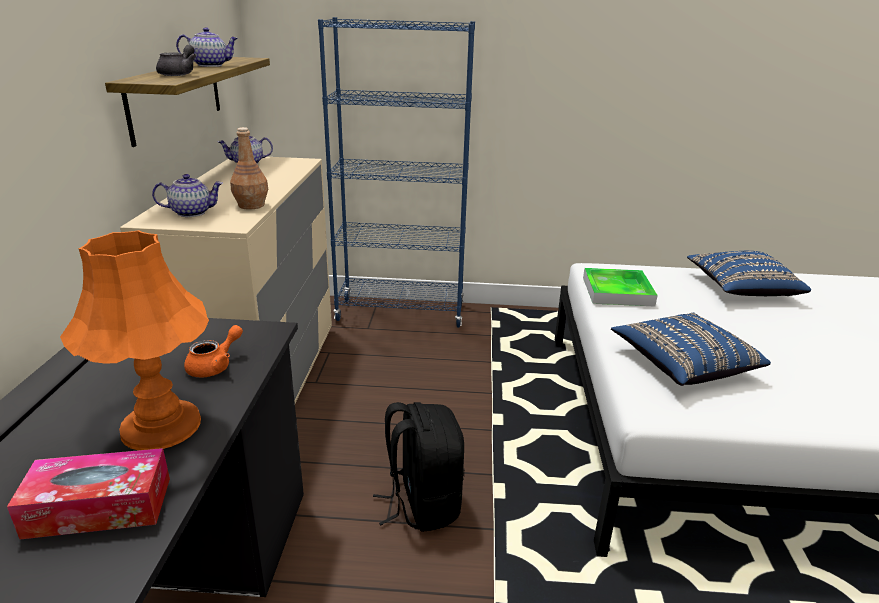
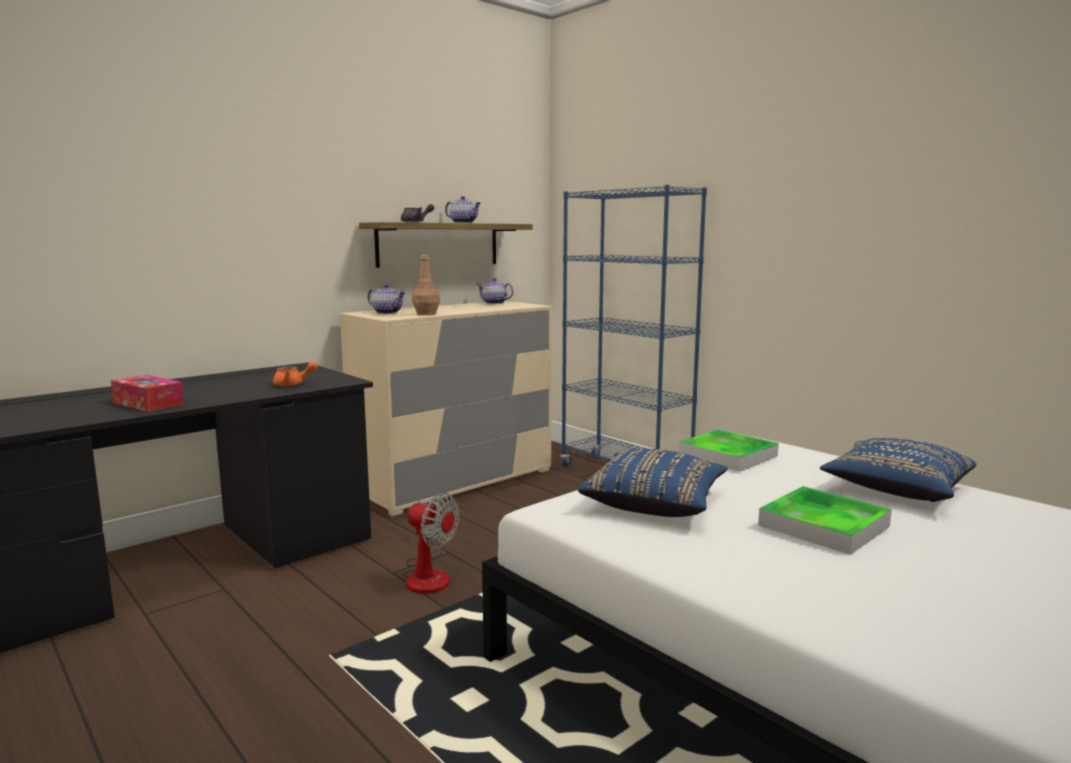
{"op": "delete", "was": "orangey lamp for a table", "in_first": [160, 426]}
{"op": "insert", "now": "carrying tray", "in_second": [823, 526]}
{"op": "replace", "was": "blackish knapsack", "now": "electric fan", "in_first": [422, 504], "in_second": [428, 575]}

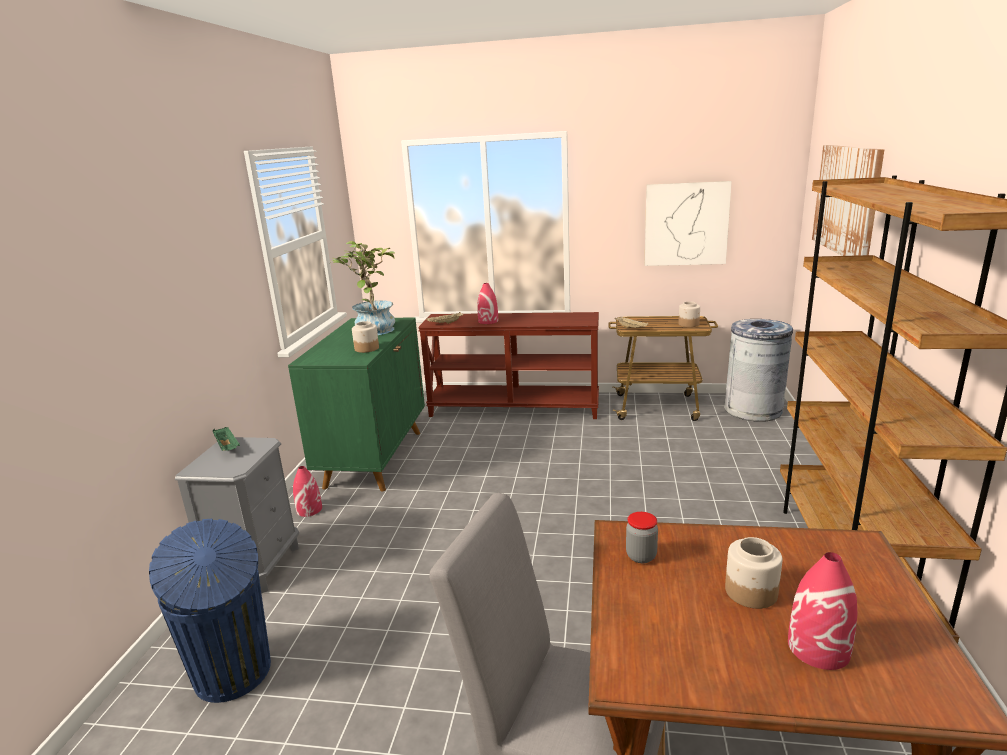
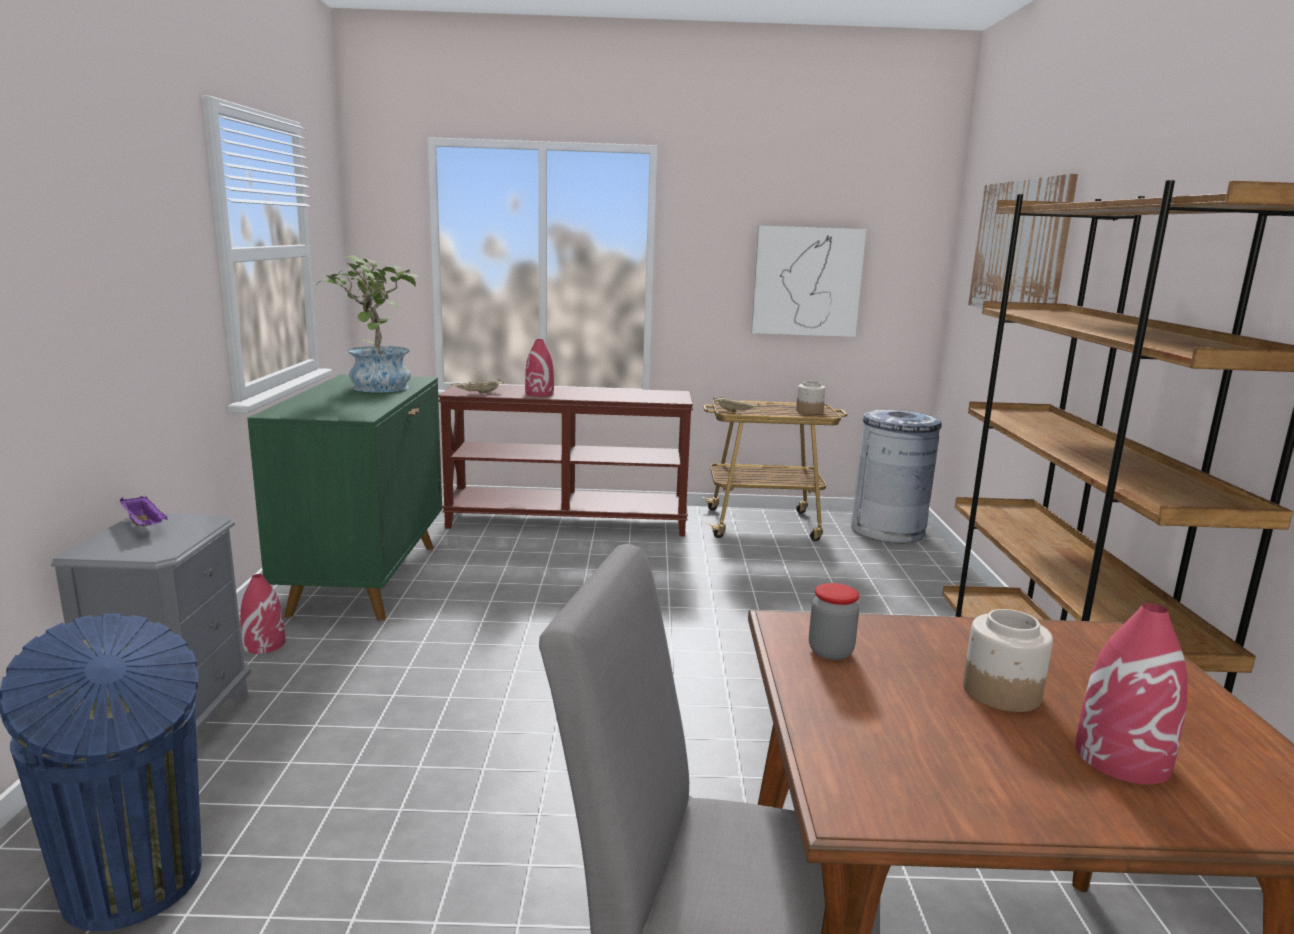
{"op": "delete", "was": "preserve jar", "in_first": [367, 348]}
{"op": "recolor", "was": "green-coloured carrying tray", "now": "purple carrying tray", "in_first": [228, 448], "in_second": [145, 526]}

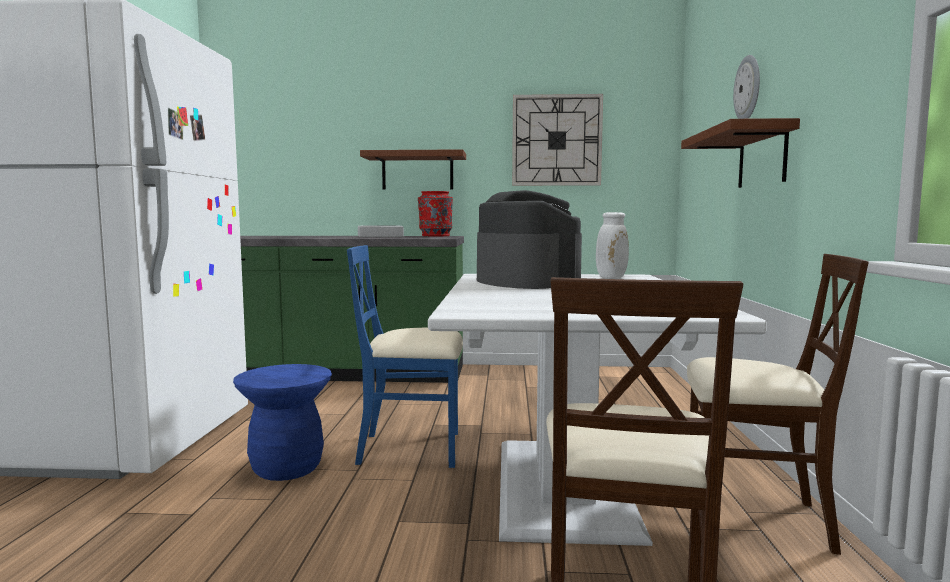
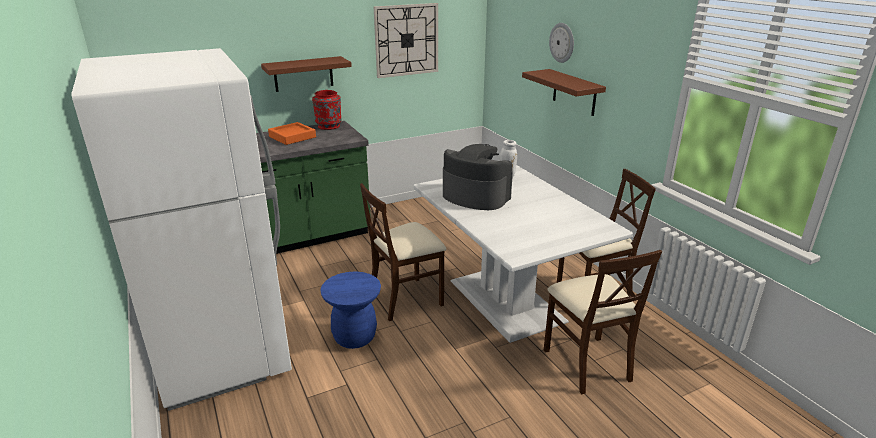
{"op": "recolor", "was": "blue upright chair", "now": "sand-coloured upright chair", "in_first": [412, 448], "in_second": [406, 299]}
{"op": "recolor", "was": "greyish carrying tray", "now": "orangey carrying tray", "in_first": [380, 236], "in_second": [292, 137]}

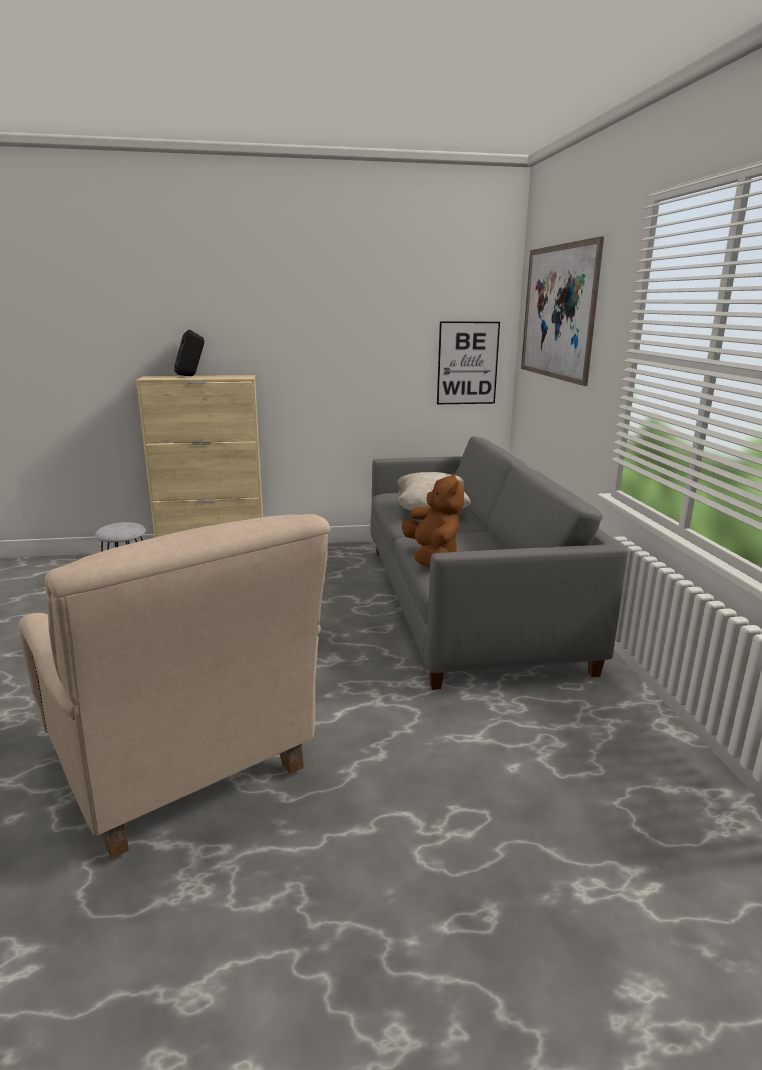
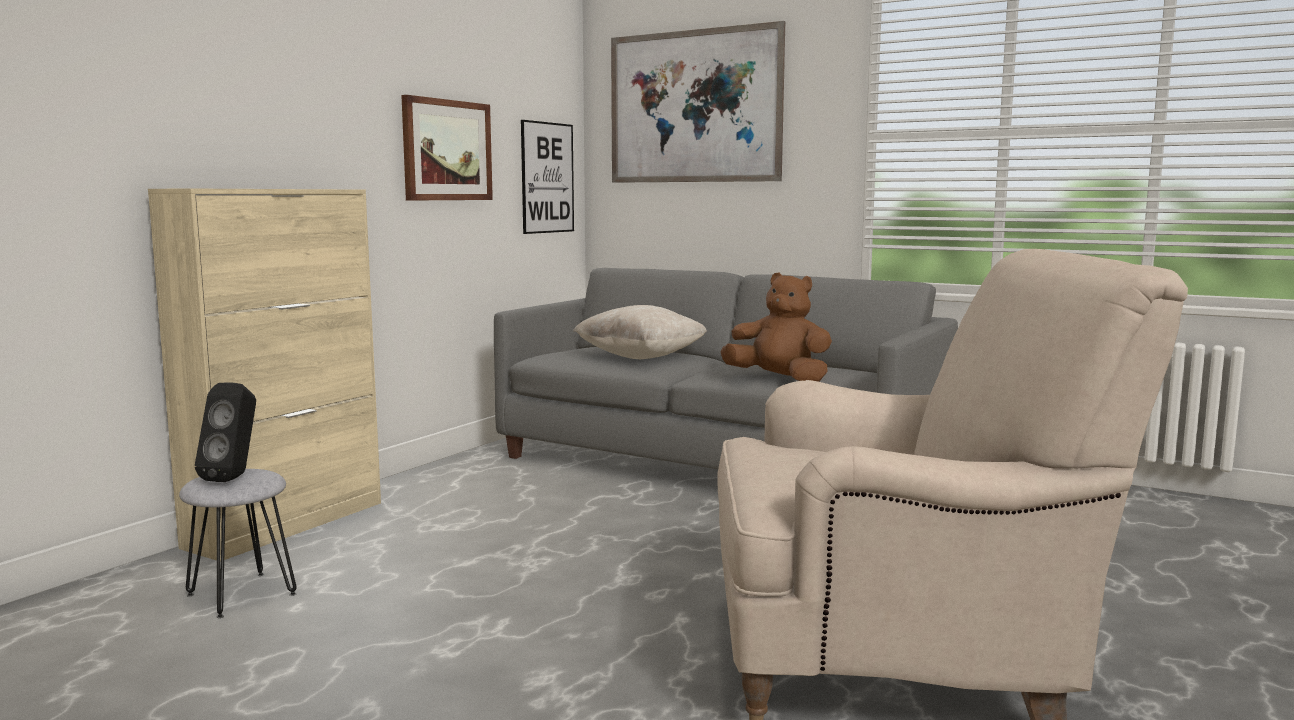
{"op": "insert", "now": "picture", "in_second": [447, 150]}
{"op": "move", "was": "blackish audio speaker", "in_first": [191, 376], "in_second": [234, 478]}

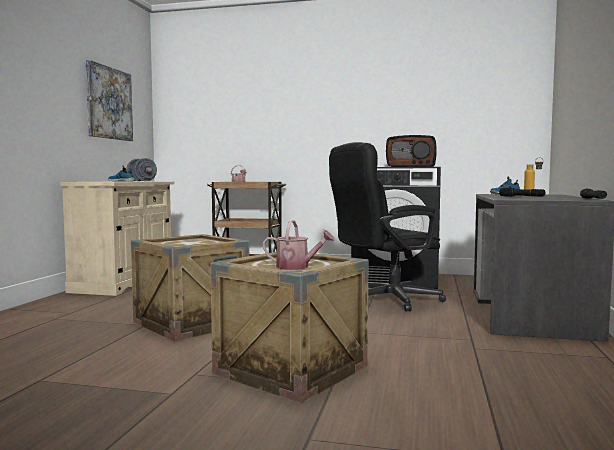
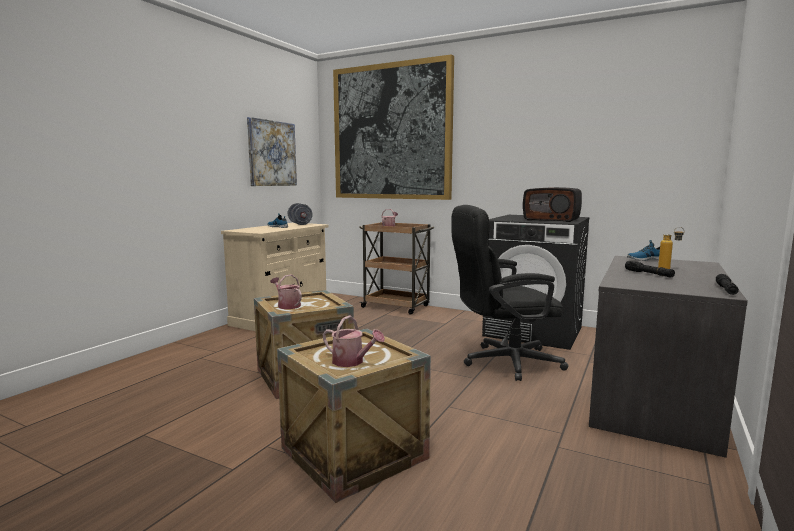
{"op": "insert", "now": "watering pot", "in_second": [287, 305]}
{"op": "insert", "now": "picture", "in_second": [391, 132]}

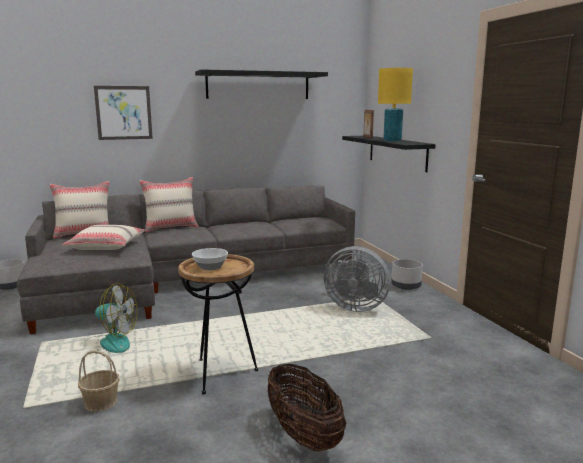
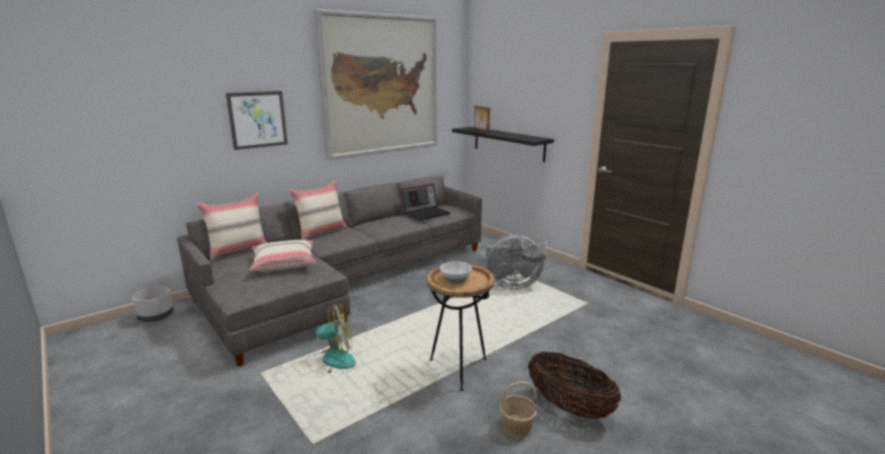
{"op": "delete", "was": "yellow lamp for a table", "in_first": [392, 141]}
{"op": "insert", "now": "notebook computer", "in_second": [426, 213]}
{"op": "move", "was": "storage basket", "in_first": [101, 402], "in_second": [516, 427]}
{"op": "replace", "was": "blackish bracket shelf", "now": "picture", "in_first": [258, 85], "in_second": [380, 85]}

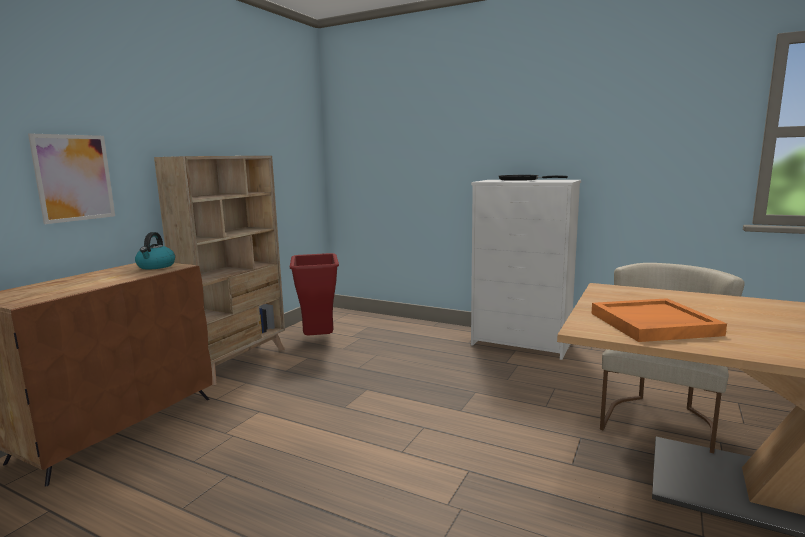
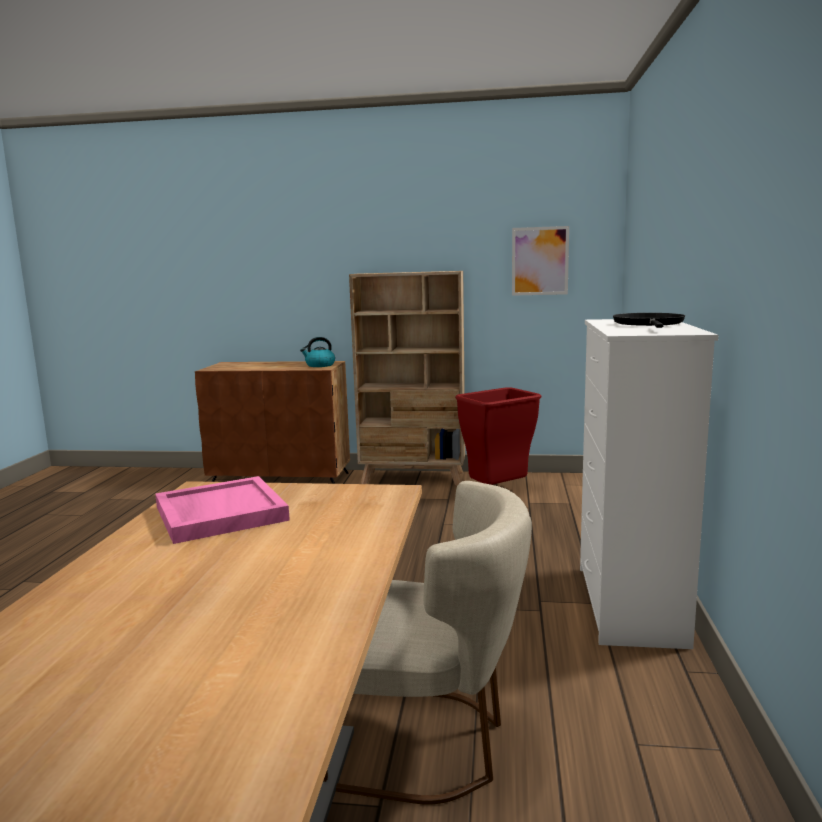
{"op": "move", "was": "picture", "in_first": [74, 178], "in_second": [540, 261]}
{"op": "recolor", "was": "orangey carrying tray", "now": "pink-coloured carrying tray", "in_first": [653, 324], "in_second": [219, 513]}

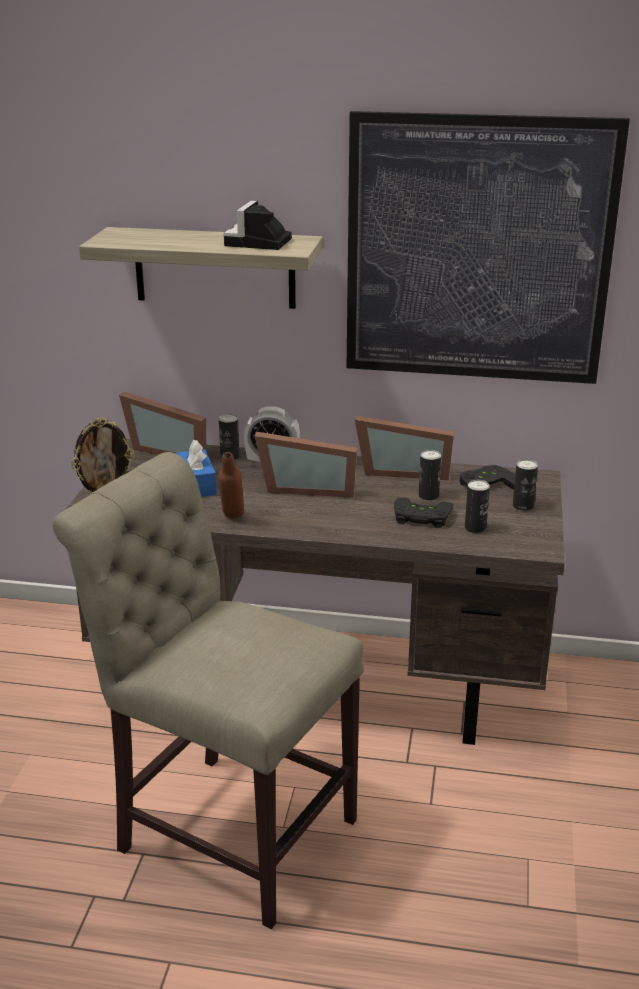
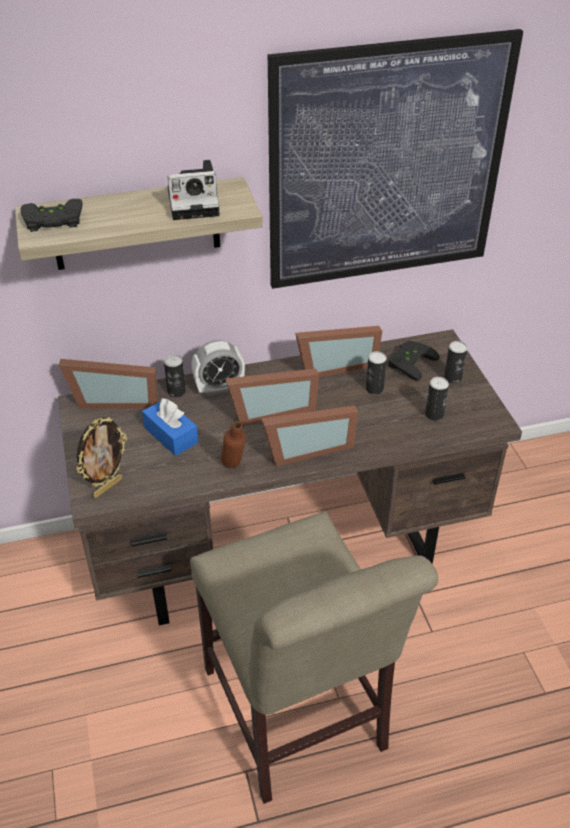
{"op": "insert", "now": "standing frame", "in_second": [306, 448]}
{"op": "move", "was": "blackish gamepad", "in_first": [421, 518], "in_second": [53, 221]}
{"op": "rotate", "was": "sand-coloured upright chair", "in_first": [227, 828], "in_second": [297, 718], "clockwise": -120}
{"op": "rotate", "was": "photo camera", "in_first": [258, 243], "in_second": [196, 203], "clockwise": -90}

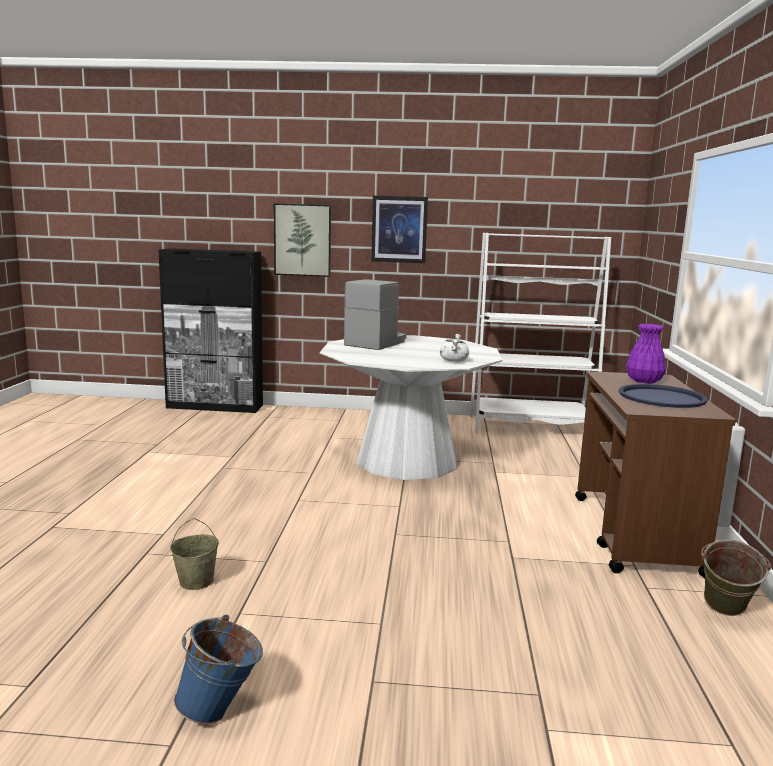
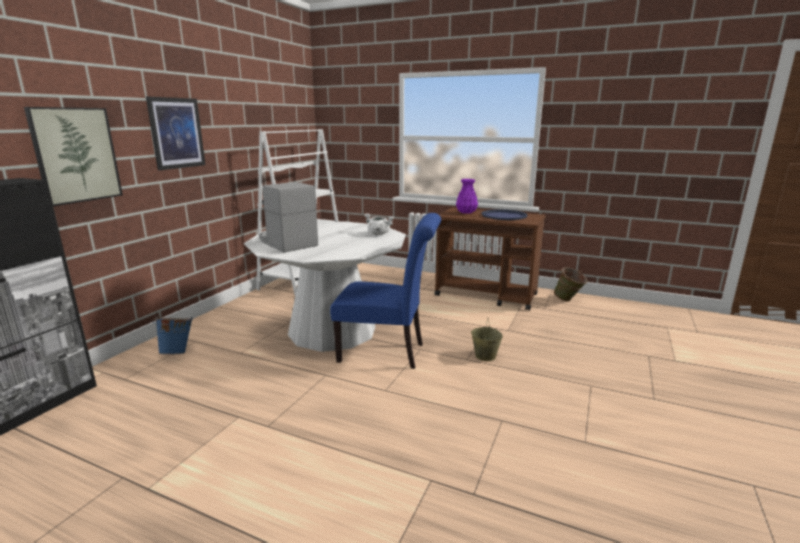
{"op": "insert", "now": "blue upright chair", "in_second": [387, 353]}
{"op": "move", "was": "sand-coloured bucket", "in_first": [196, 581], "in_second": [485, 356]}
{"op": "move", "was": "blue bucket", "in_first": [221, 711], "in_second": [178, 352]}

